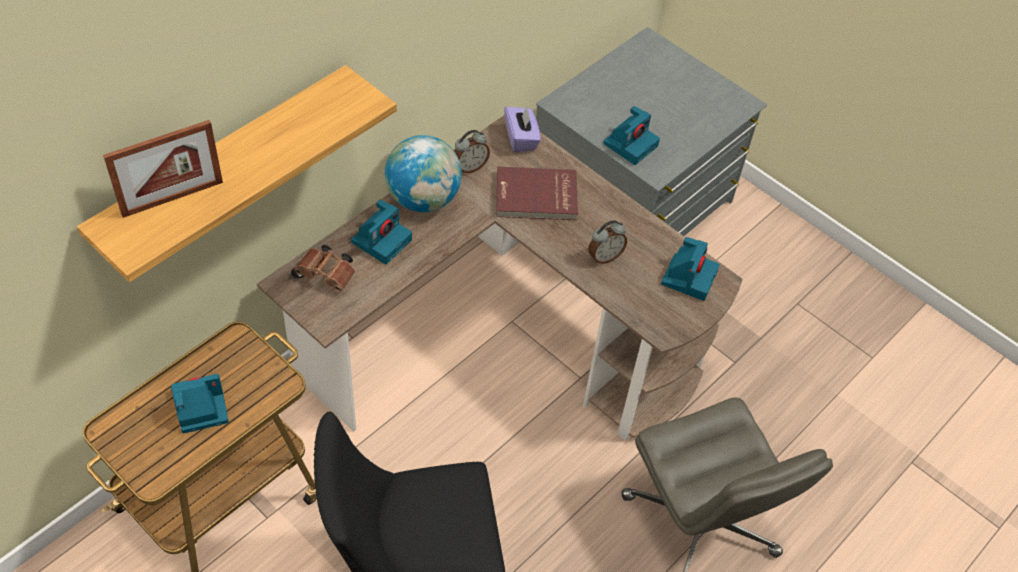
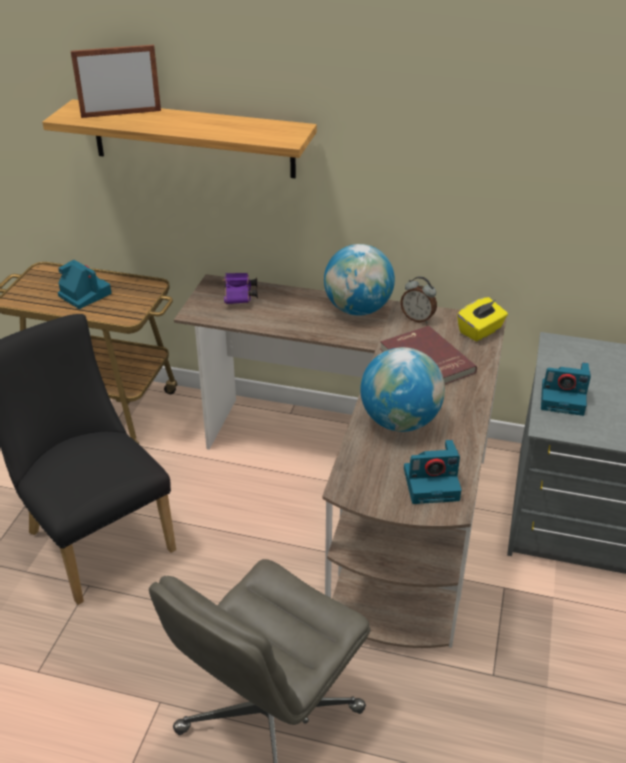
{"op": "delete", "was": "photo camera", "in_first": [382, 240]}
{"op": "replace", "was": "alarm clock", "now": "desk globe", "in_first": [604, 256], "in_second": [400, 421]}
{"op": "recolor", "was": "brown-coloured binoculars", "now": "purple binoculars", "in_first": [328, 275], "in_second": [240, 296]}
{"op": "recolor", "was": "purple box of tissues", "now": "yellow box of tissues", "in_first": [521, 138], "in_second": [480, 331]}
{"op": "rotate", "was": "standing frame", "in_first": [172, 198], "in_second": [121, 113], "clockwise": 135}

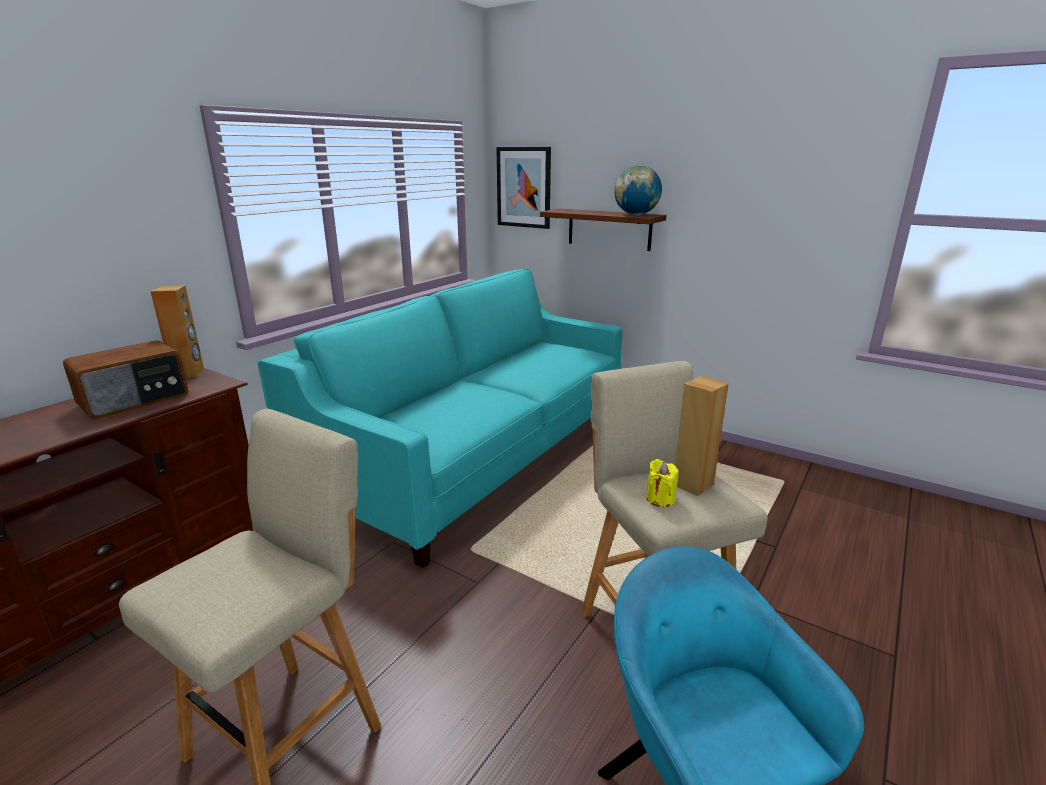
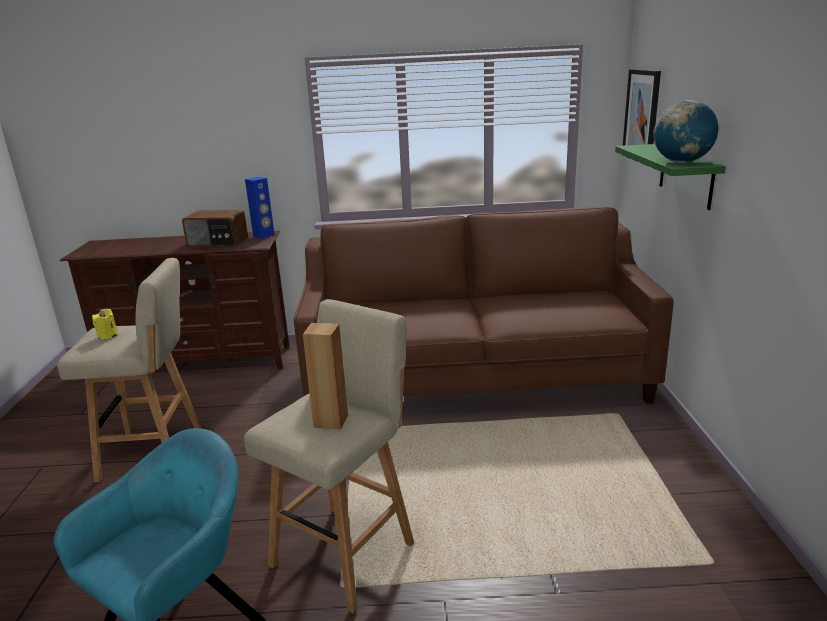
{"op": "move", "was": "yellow candle", "in_first": [660, 499], "in_second": [108, 335]}
{"op": "recolor", "was": "brown-coloured audio speaker", "now": "blue audio speaker", "in_first": [189, 373], "in_second": [264, 235]}
{"op": "recolor", "was": "blue-green couch", "now": "brown-coloured couch", "in_first": [476, 456], "in_second": [474, 376]}
{"op": "recolor", "was": "brown-coloured bracket shelf", "now": "green-coloured bracket shelf", "in_first": [609, 229], "in_second": [686, 175]}

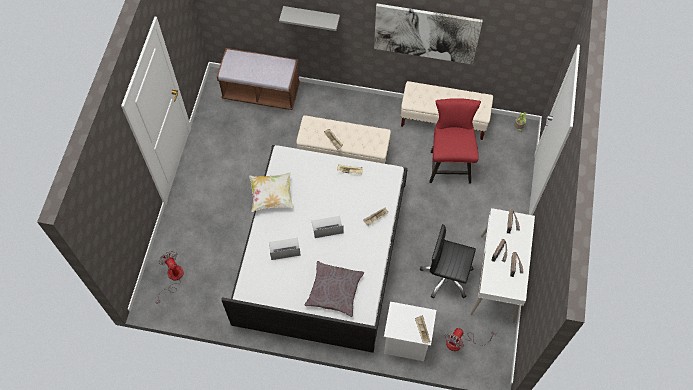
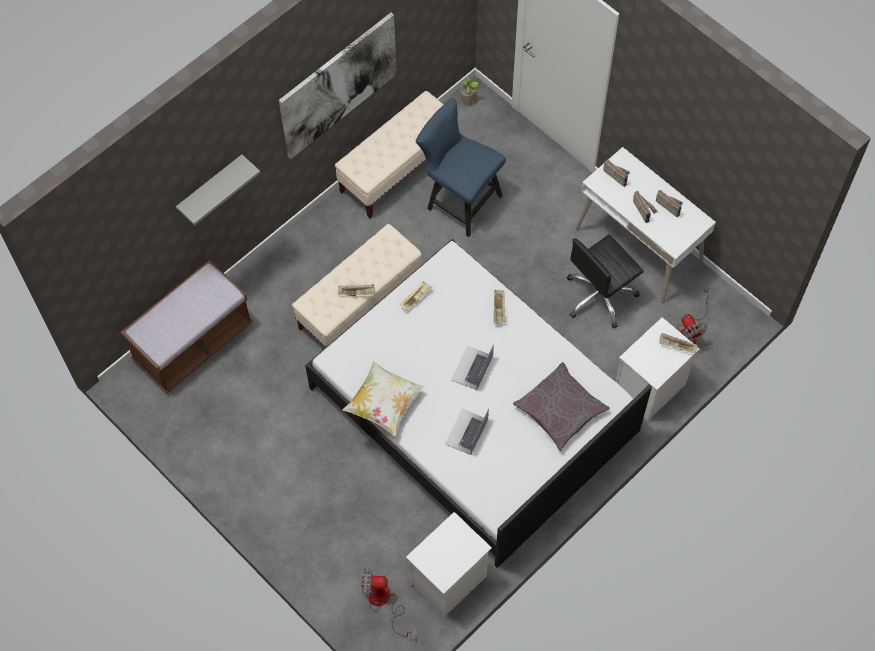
{"op": "insert", "now": "whitish nightstand", "in_second": [448, 581]}
{"op": "recolor", "was": "red-coloured upright chair", "now": "blue upright chair", "in_first": [449, 163], "in_second": [459, 200]}

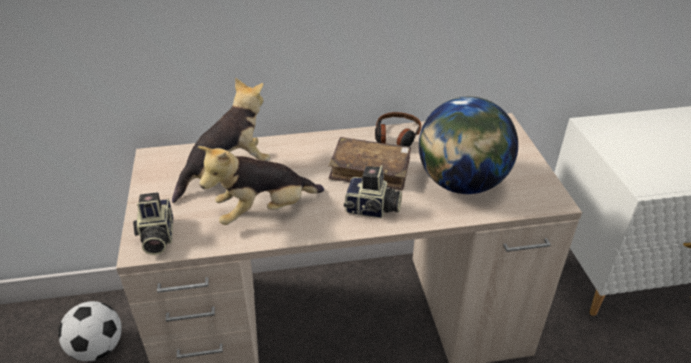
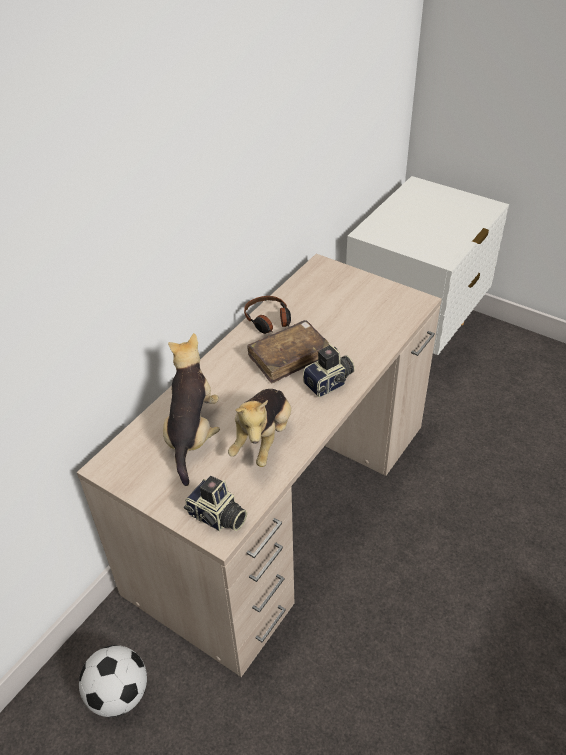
{"op": "delete", "was": "desk globe", "in_first": [461, 183]}

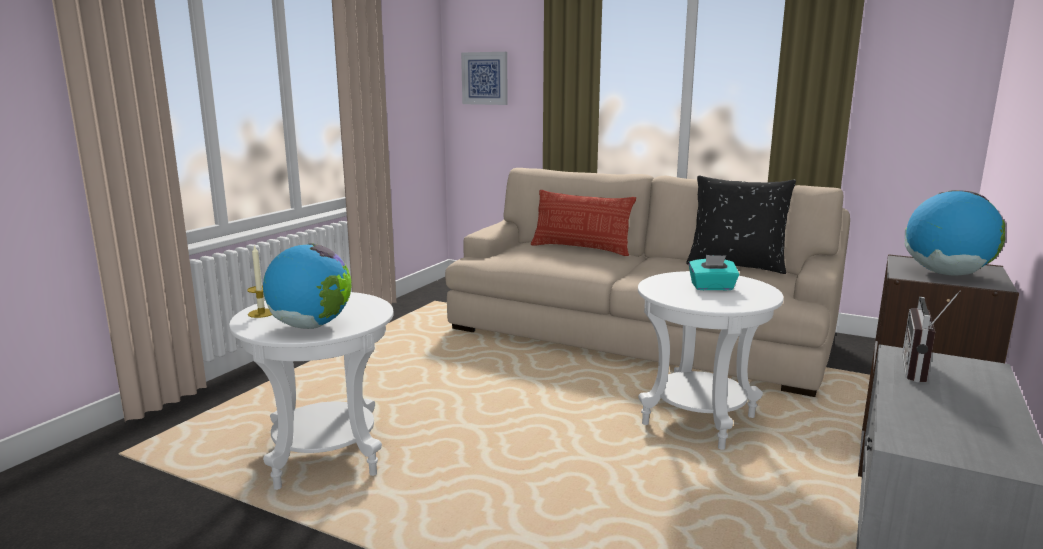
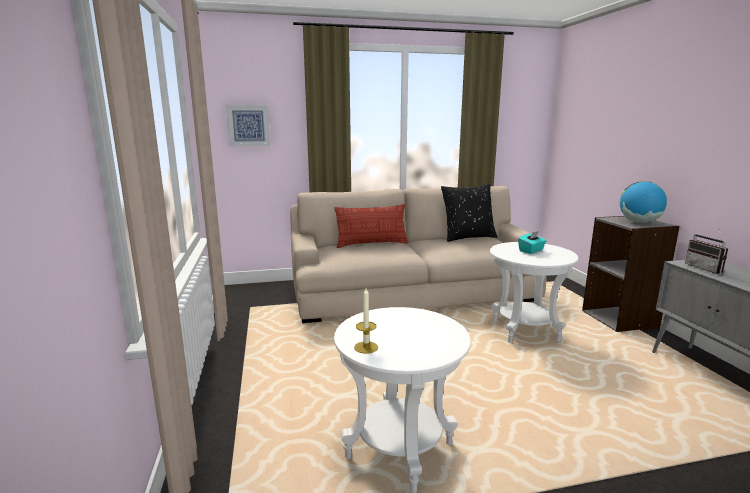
{"op": "delete", "was": "desk globe", "in_first": [311, 326]}

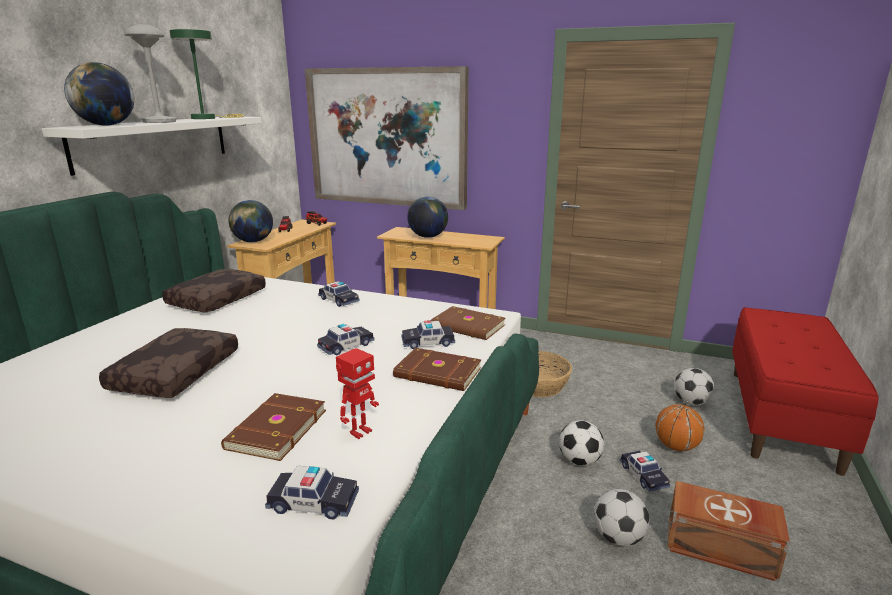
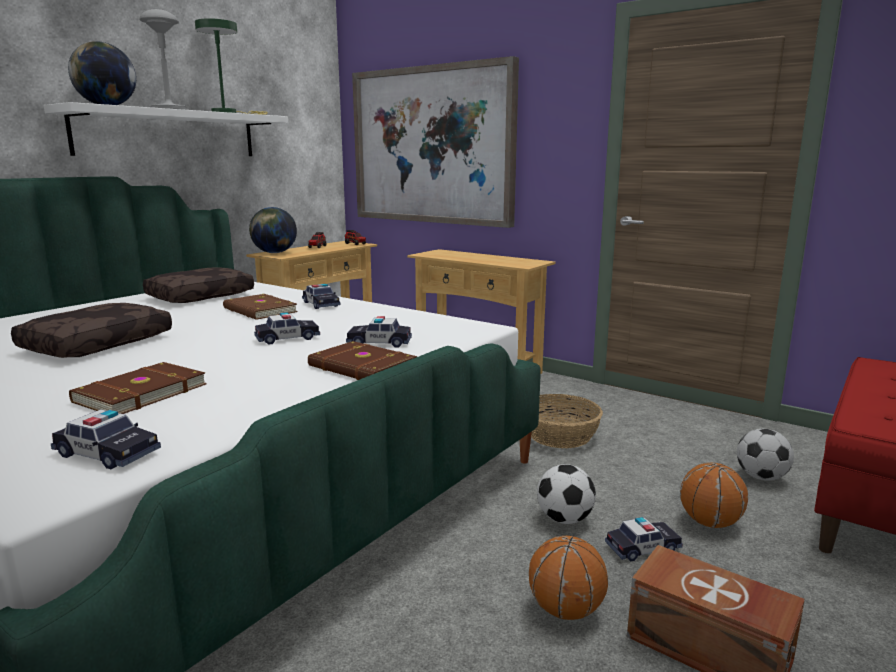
{"op": "delete", "was": "robot figure", "in_first": [359, 432]}
{"op": "delete", "was": "desk globe", "in_first": [428, 236]}
{"op": "move", "was": "brown-coloured volume", "in_first": [467, 327], "in_second": [259, 310]}
{"op": "replace", "was": "football", "now": "basketball", "in_first": [618, 537], "in_second": [565, 610]}
{"op": "rotate", "was": "model car", "in_first": [643, 475], "in_second": [643, 547], "clockwise": -105}

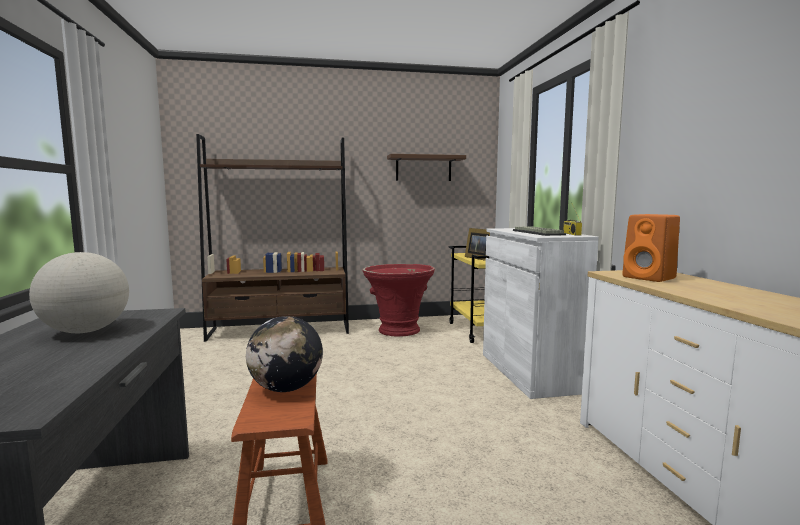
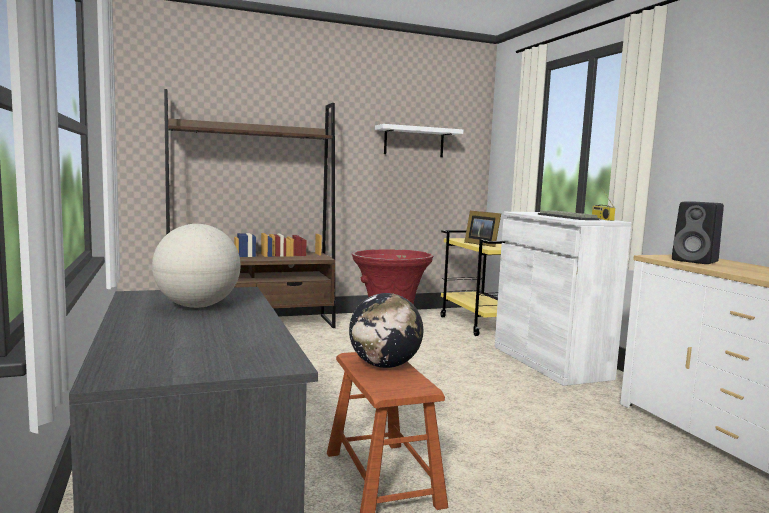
{"op": "recolor", "was": "brown-coloured bracket shelf", "now": "whitish bracket shelf", "in_first": [423, 168], "in_second": [414, 142]}
{"op": "recolor", "was": "orangey audio speaker", "now": "blackish audio speaker", "in_first": [650, 278], "in_second": [696, 261]}

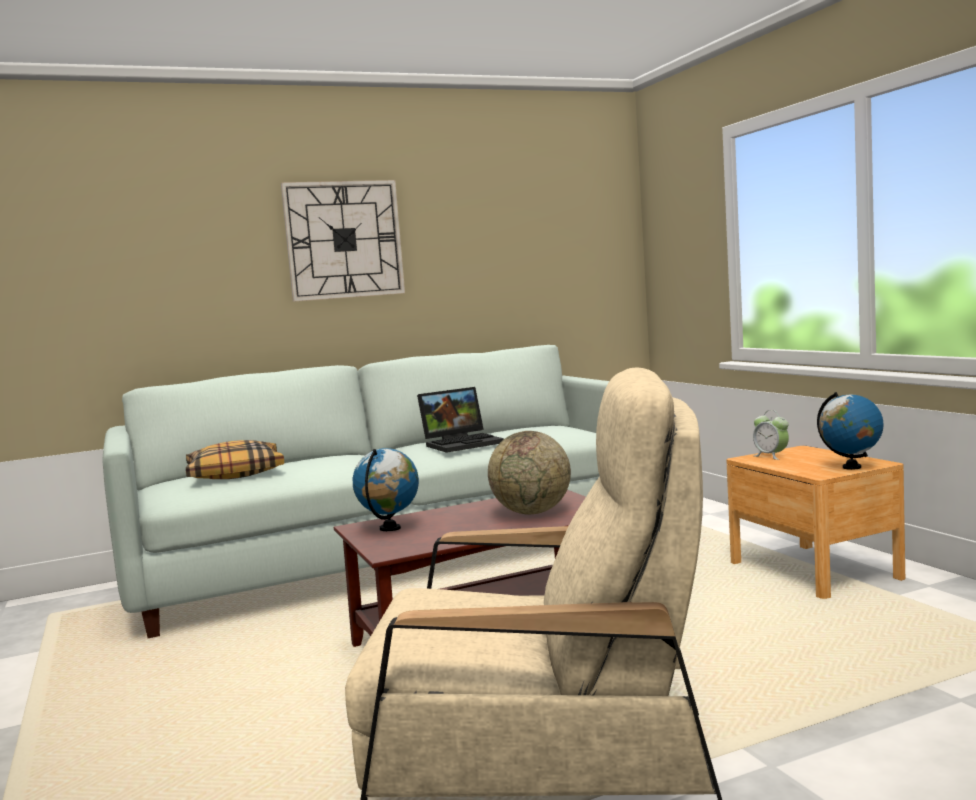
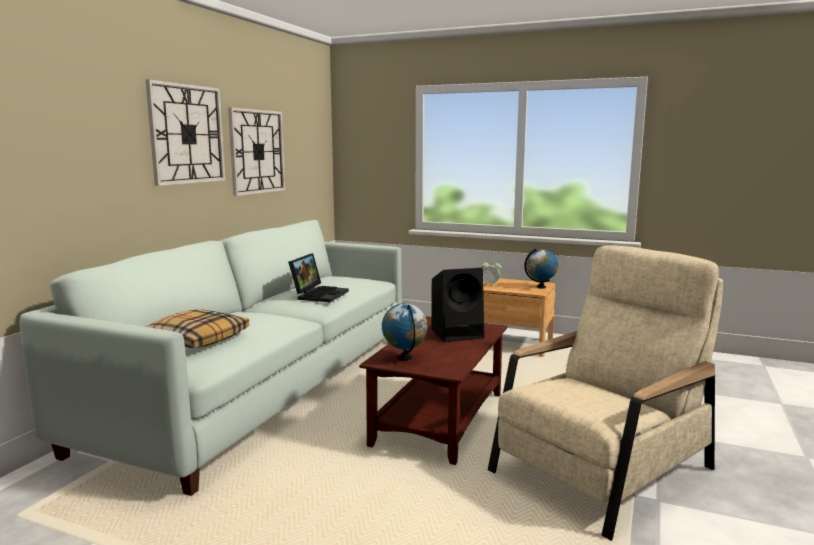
{"op": "insert", "now": "clock on the wall", "in_second": [257, 151]}
{"op": "replace", "was": "desk globe", "now": "blackish audio speaker", "in_first": [532, 512], "in_second": [458, 333]}

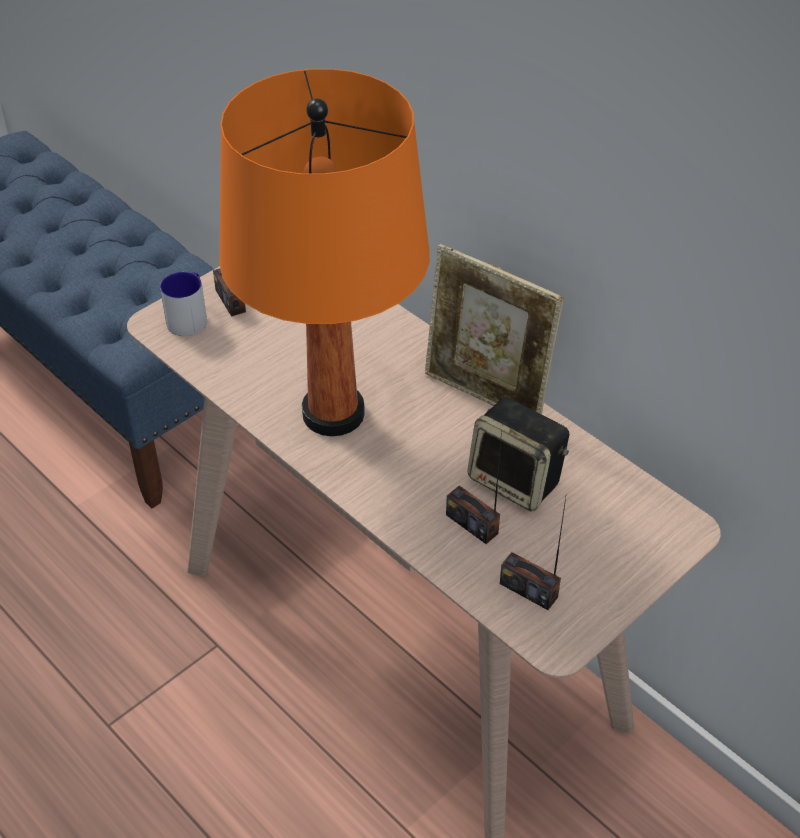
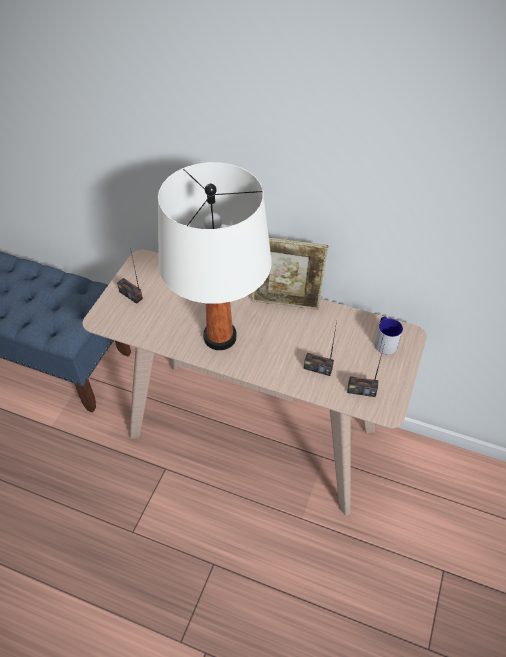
{"op": "delete", "was": "audio speaker", "in_first": [517, 481]}
{"op": "move", "was": "tea mug", "in_first": [190, 317], "in_second": [384, 341]}
{"op": "recolor", "was": "orangey lamp for a table", "now": "whitish lamp for a table", "in_first": [332, 414], "in_second": [219, 337]}

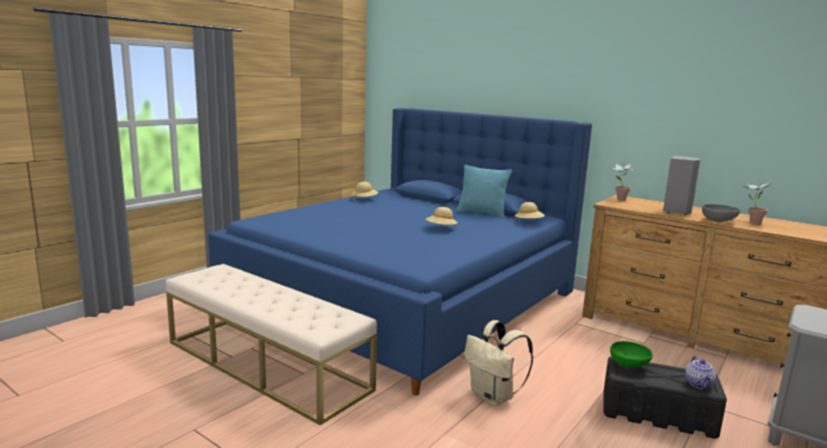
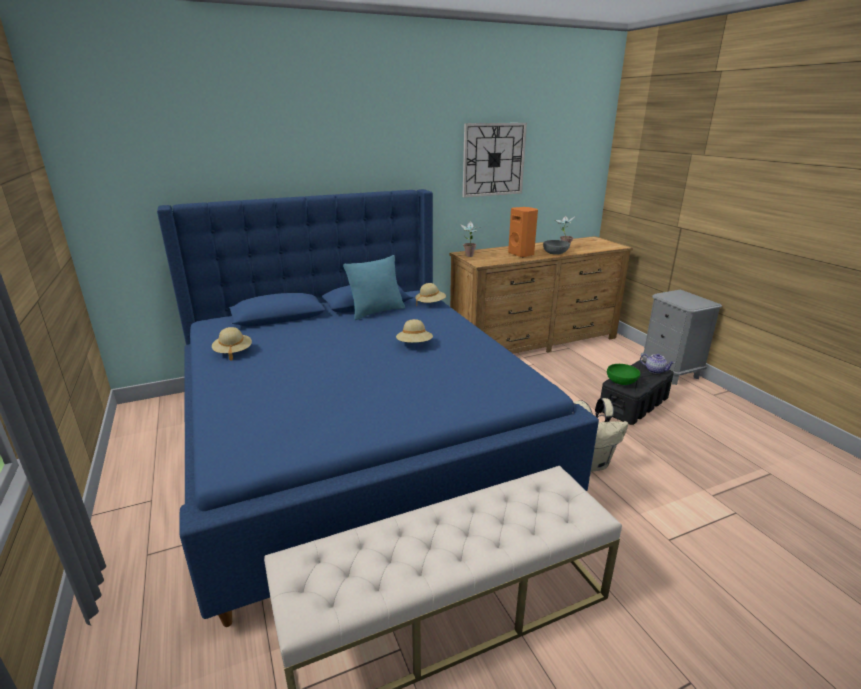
{"op": "insert", "now": "clock on the wall", "in_second": [493, 160]}
{"op": "recolor", "was": "greyish audio speaker", "now": "orangey audio speaker", "in_first": [677, 212], "in_second": [522, 254]}

